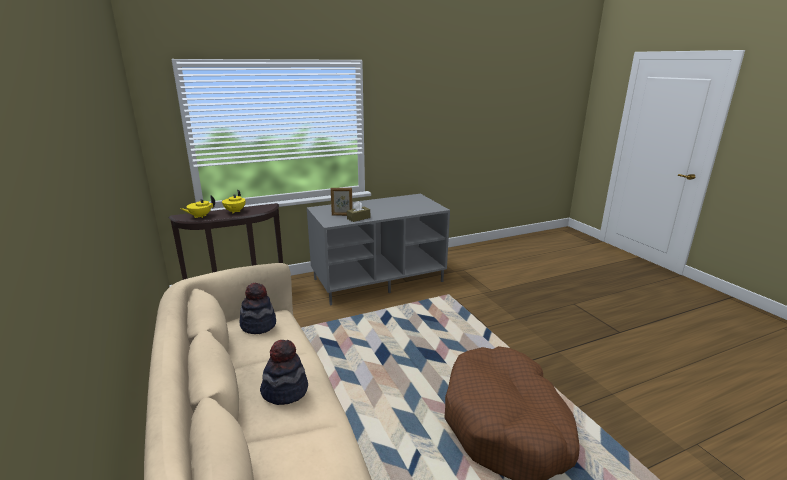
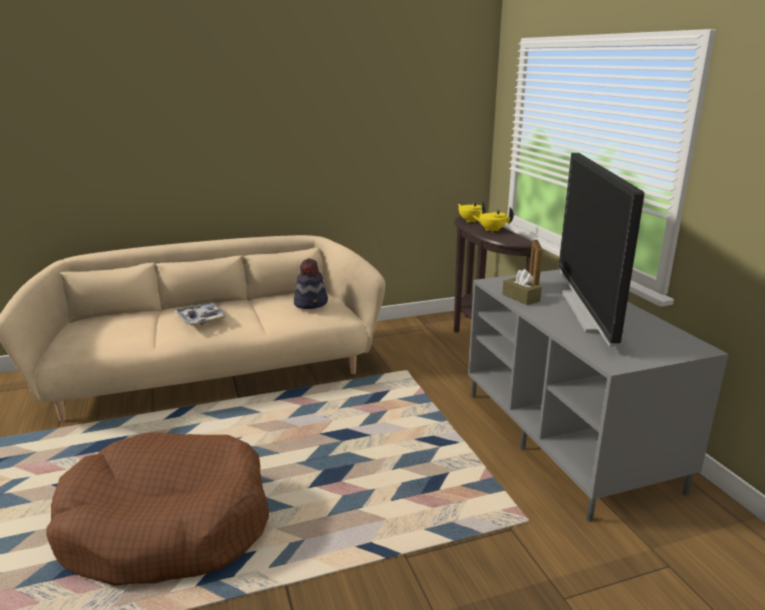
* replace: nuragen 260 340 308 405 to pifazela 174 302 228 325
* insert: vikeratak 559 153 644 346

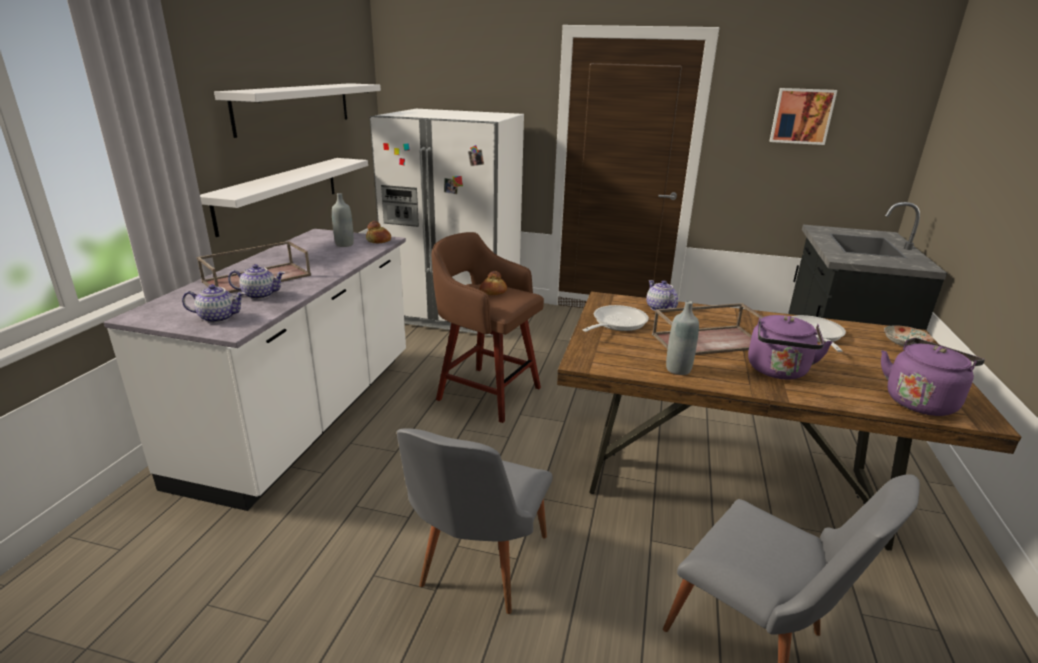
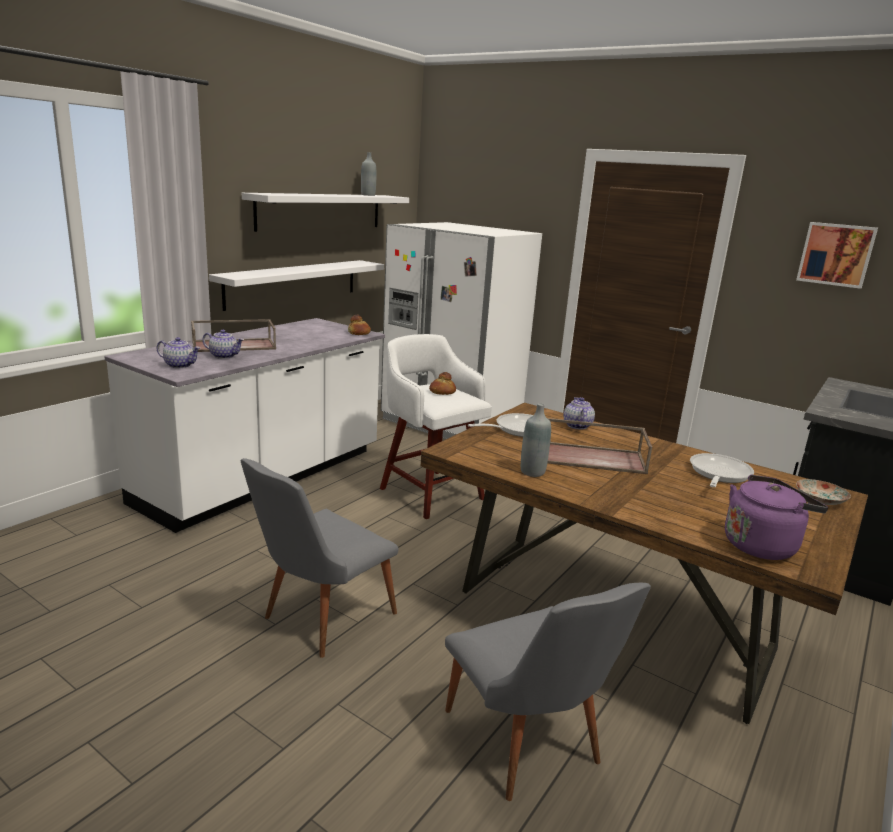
* move: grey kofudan 332 193 354 247 to 361 152 376 196
* recolor: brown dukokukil 432 232 544 423 to white dukokukil 380 334 492 519
* delete: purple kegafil 748 315 833 380

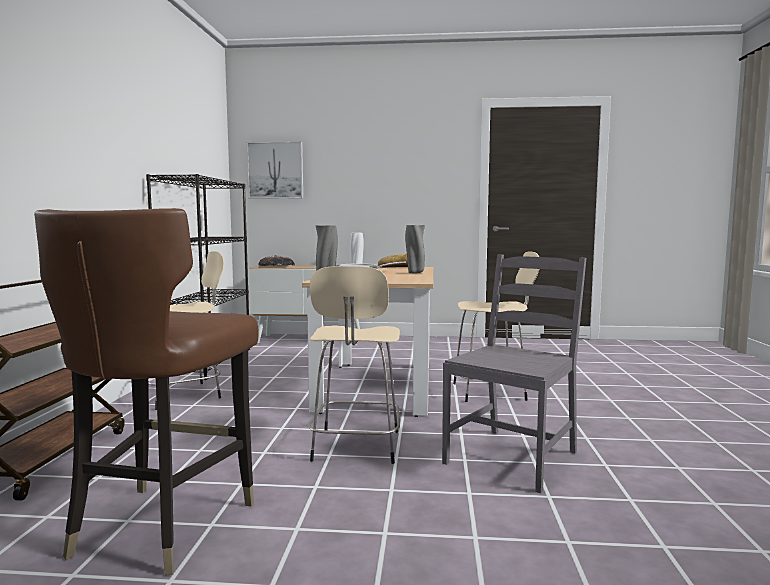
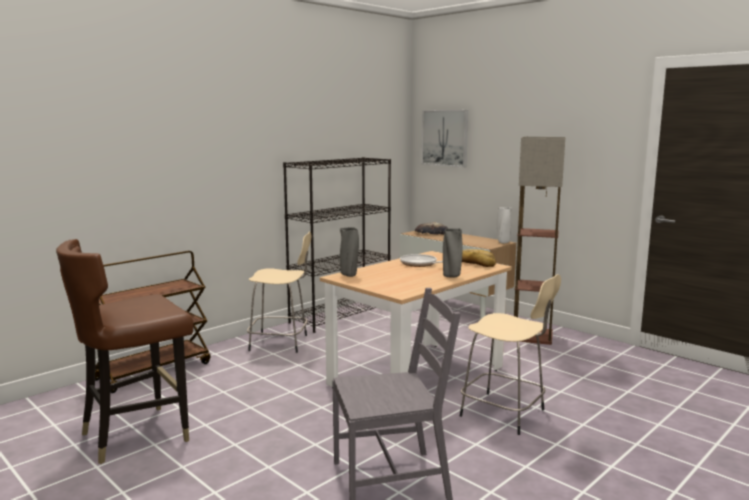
* delete: beige dukokukil 308 266 400 464
* insert: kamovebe 514 137 565 345

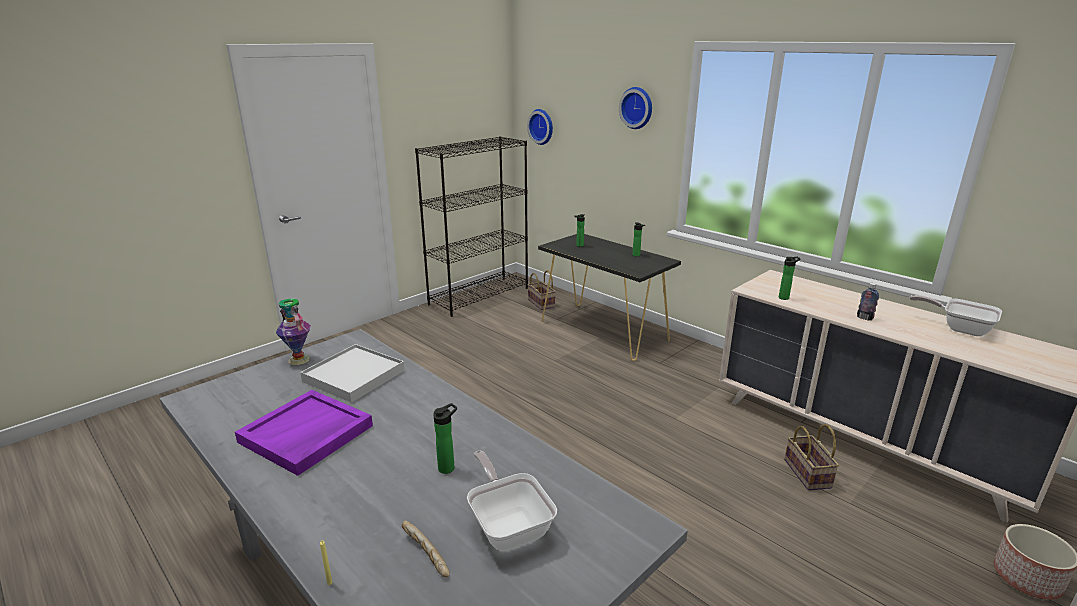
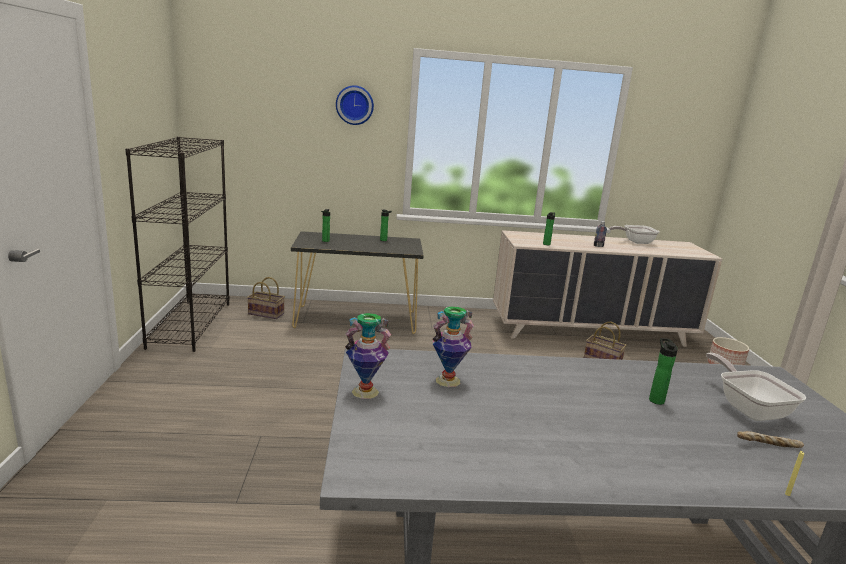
* delete: purple pifazela 235 390 373 476
* replace: white pifazela 300 344 405 403 to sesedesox 433 306 474 387
* rotate: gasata 467 451 557 551 = 706 353 806 421 60 degrees clockwise
* delete: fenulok 527 109 553 145

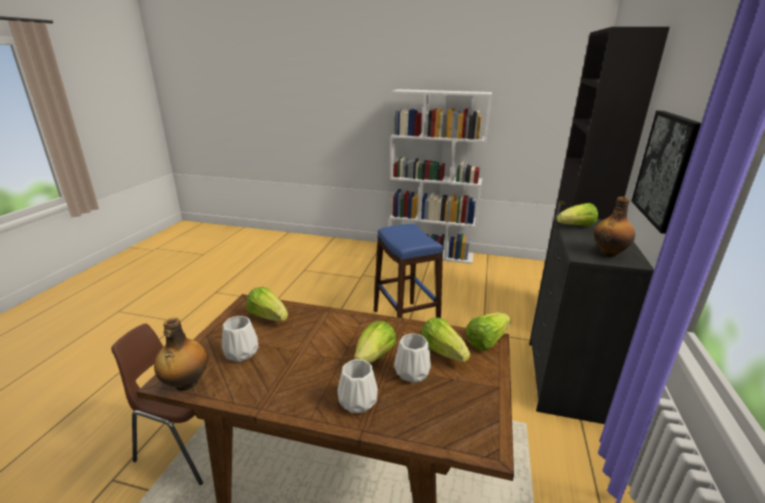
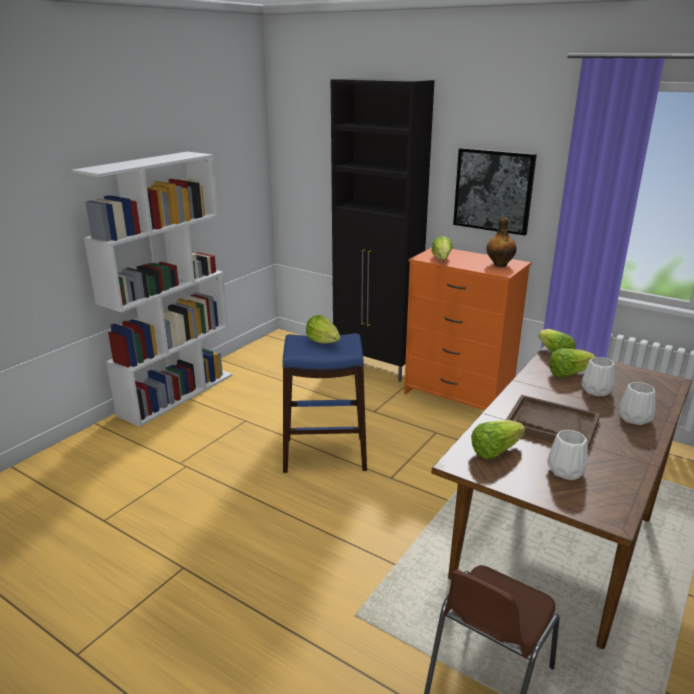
* delete: kofudan 154 318 208 391
* move: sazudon 354 321 396 363 to 306 315 341 344
* recolor: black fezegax 529 215 654 424 to orange fezegax 404 248 531 410
* insert: brown pifazela 506 395 600 449

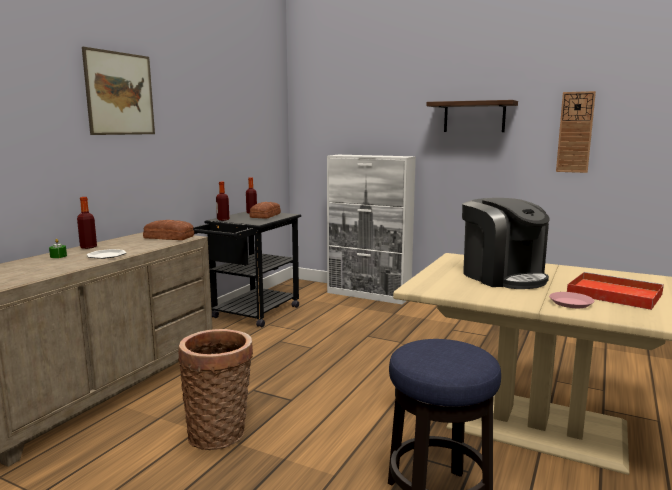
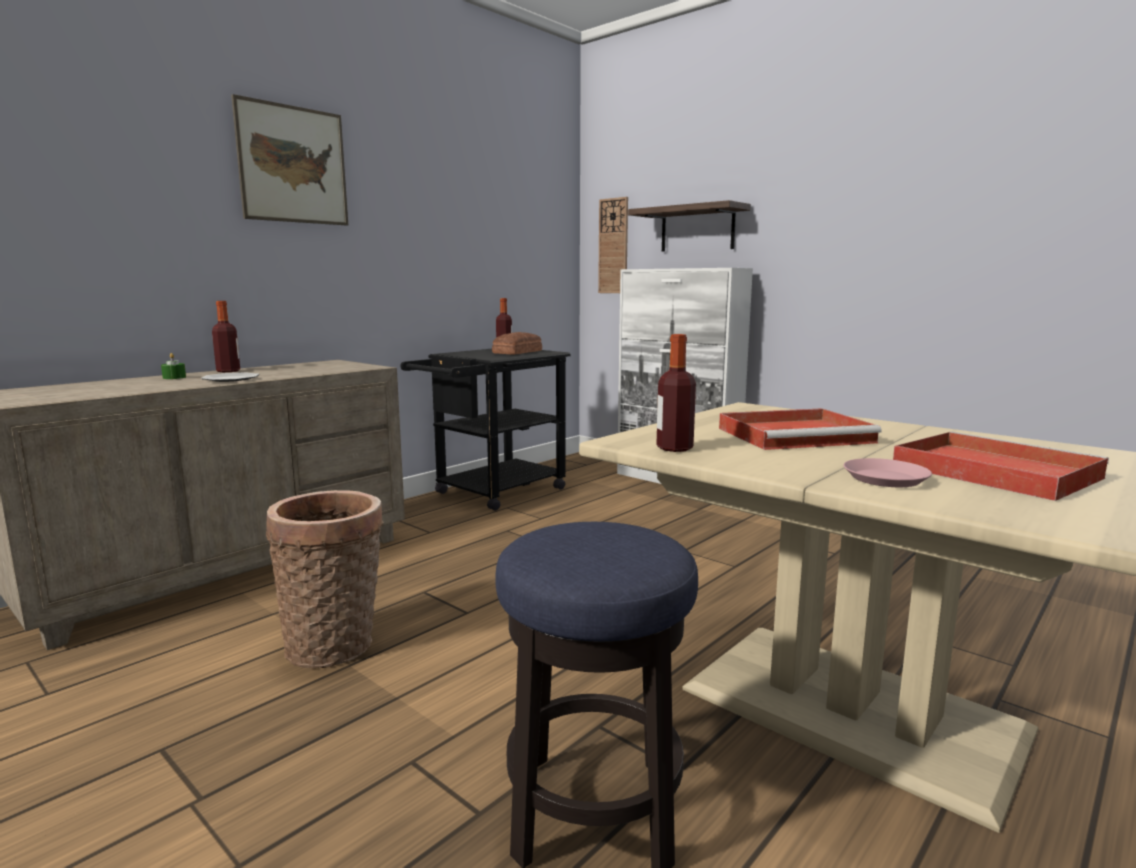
* delete: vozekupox 143 220 194 240
* move: kofudan 216 182 229 221 to 656 334 696 452
* move: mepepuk 426 100 518 132 to 628 200 751 252
* replace: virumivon 462 198 550 289 to red pifazela 719 408 882 450
* move: fenulok 556 91 596 173 to 598 197 628 293

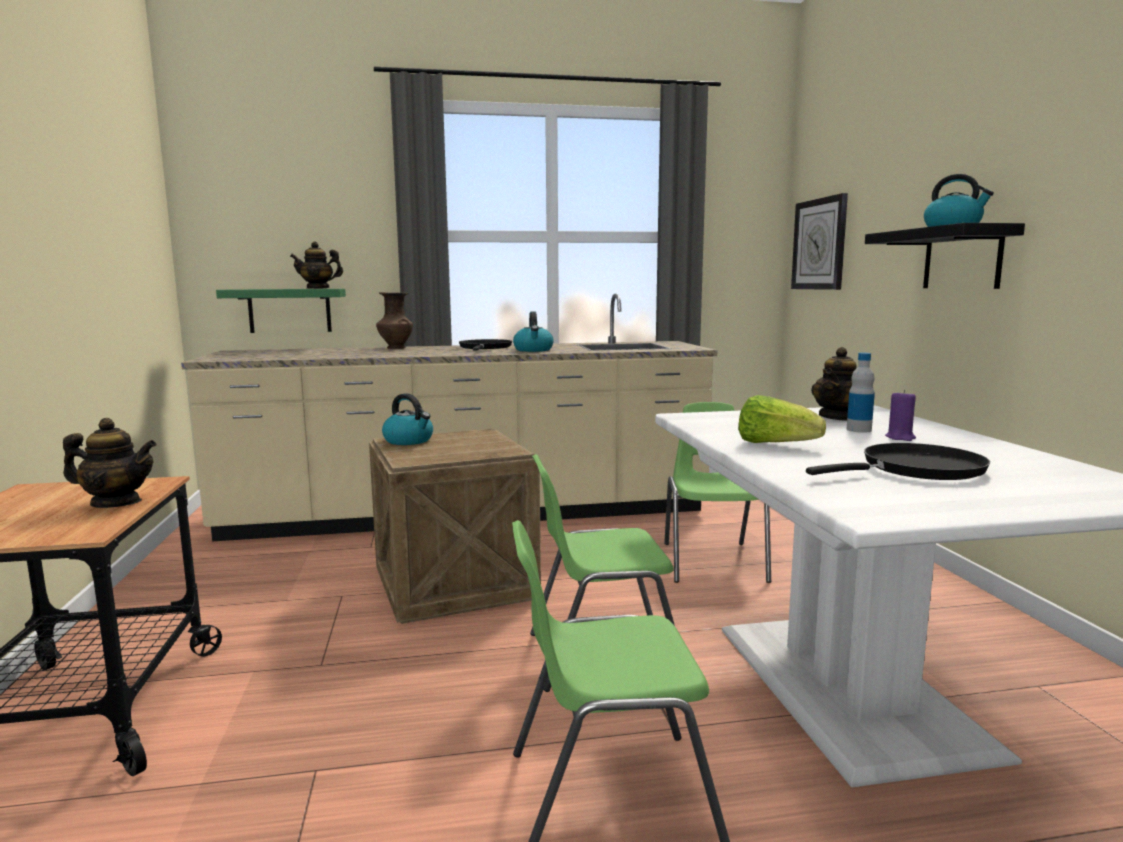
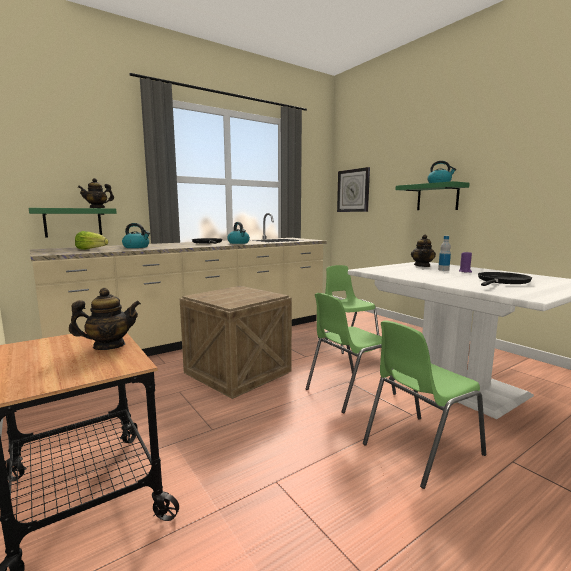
* delete: brown sesedesox 376 292 413 349
* move: kegafil 382 393 433 445 to 122 223 150 248
* move: sazudon 738 395 826 443 to 75 231 108 250
* recolor: black mepepuk 865 223 1025 289 to green mepepuk 396 181 470 210

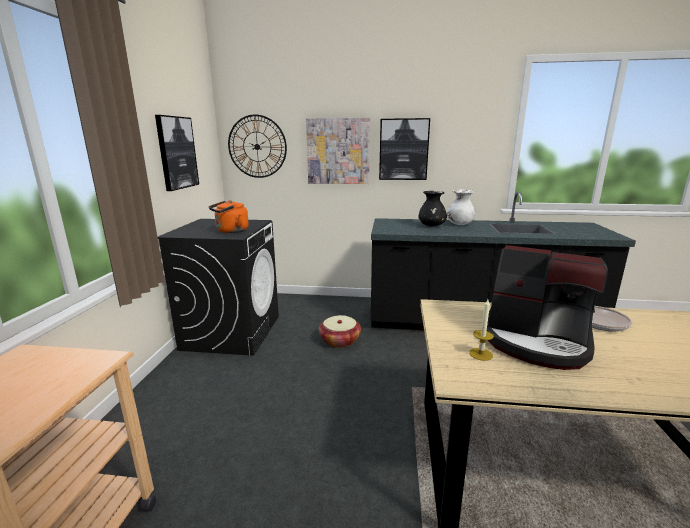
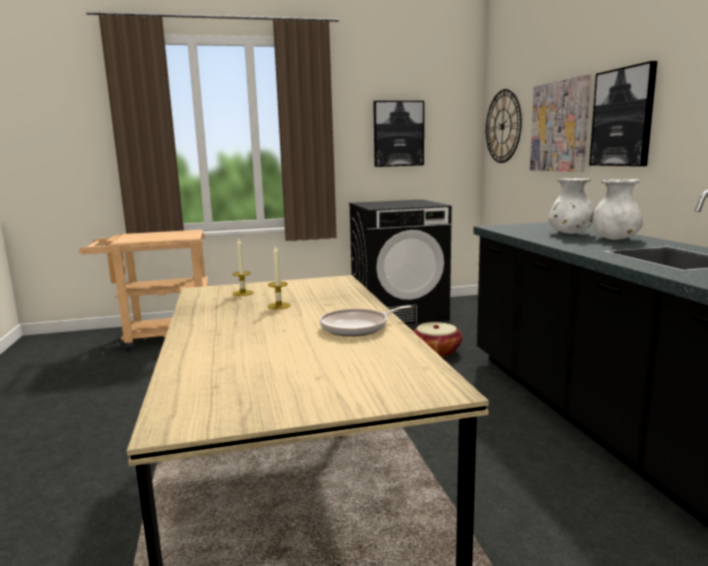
* delete: orange kegafil 209 200 249 233
* recolor: black sesedesox 418 191 447 226 to white sesedesox 548 178 594 234
* replace: virumivon 487 245 608 370 to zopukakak 268 245 291 309

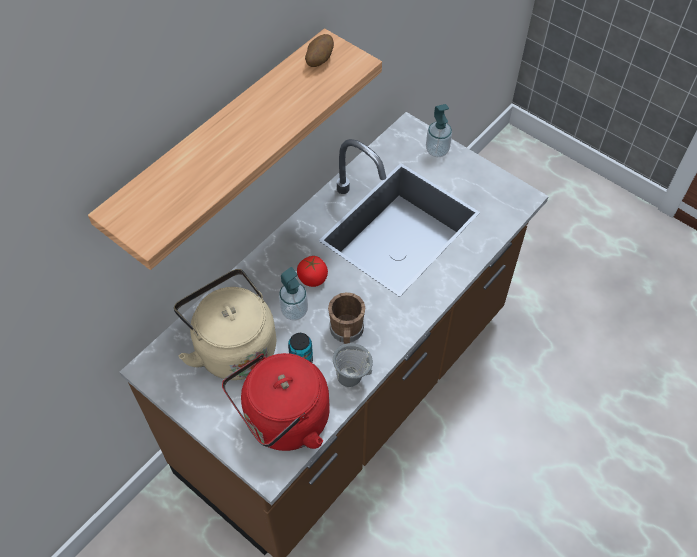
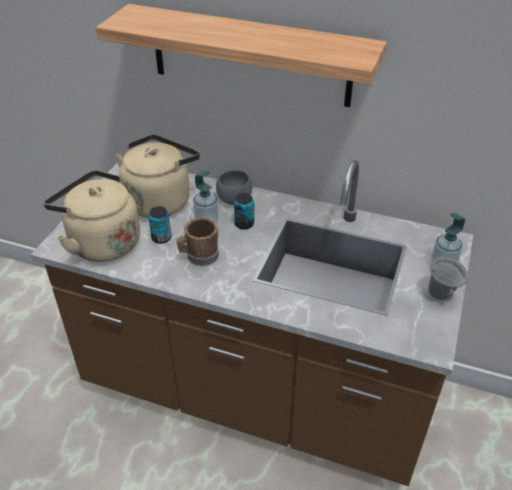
* recolor: red kegafil 222 353 330 451 to beige kegafil 44 170 140 262
* replace: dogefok 297 256 328 287 to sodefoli 234 193 254 230
* delete: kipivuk 305 34 334 67
* move: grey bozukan 333 343 373 387 to 429 257 468 300
* insert: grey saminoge 216 170 252 205

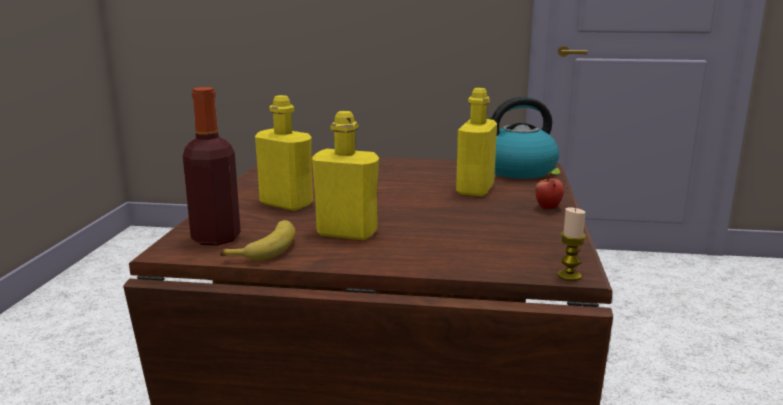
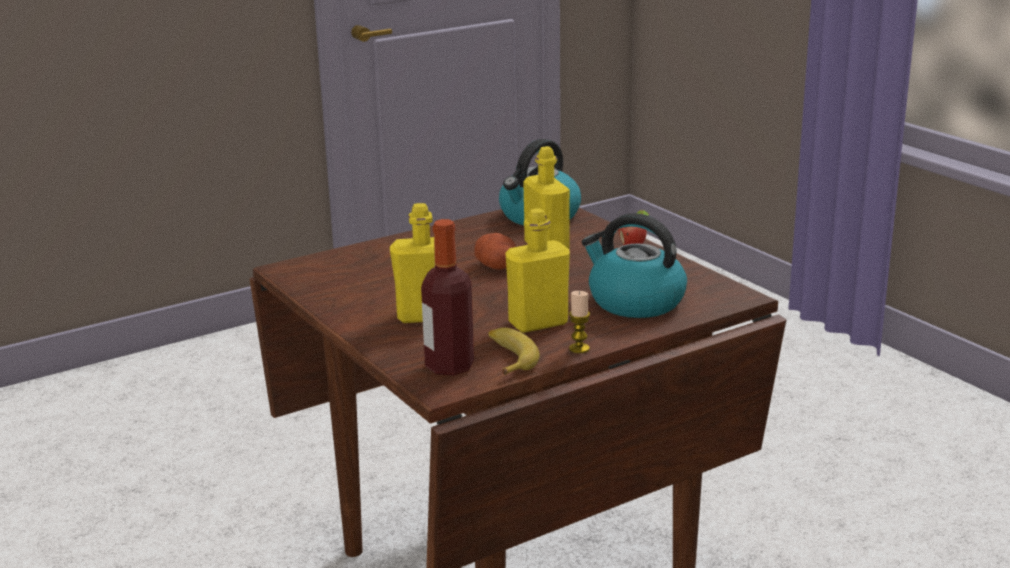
* move: zopukakak 558 207 586 281 to 569 291 590 353
* insert: kipivuk 474 233 516 270
* insert: kegafil 582 213 687 318

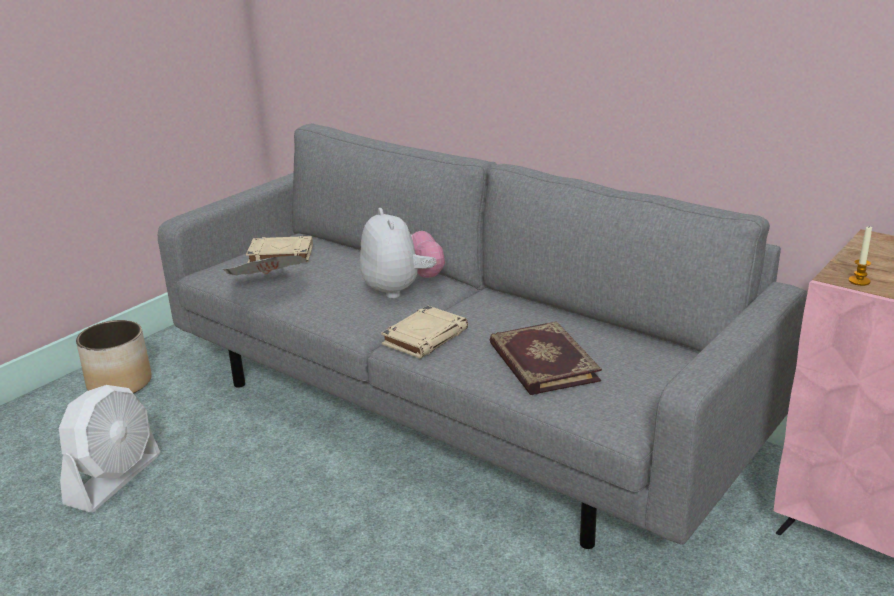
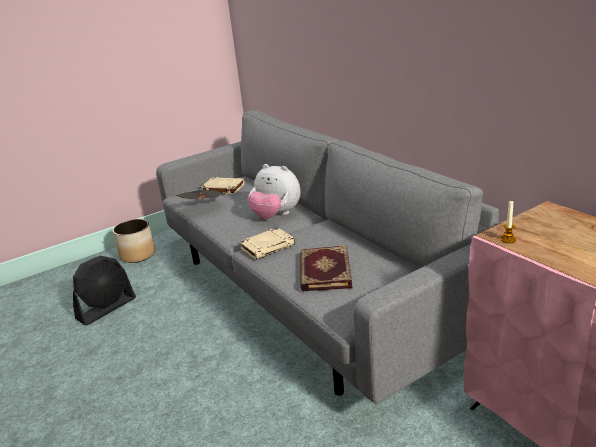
* recolor: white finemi 59 385 160 513 to black finemi 73 256 136 325
* rotate: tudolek 360 208 445 298 = 247 164 301 219 120 degrees clockwise

